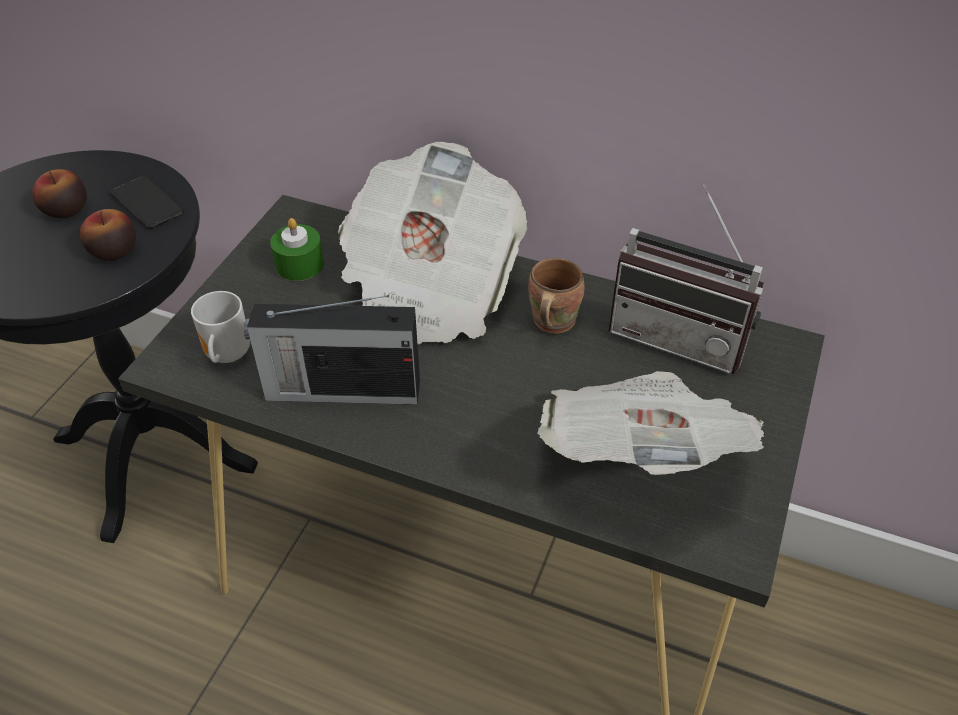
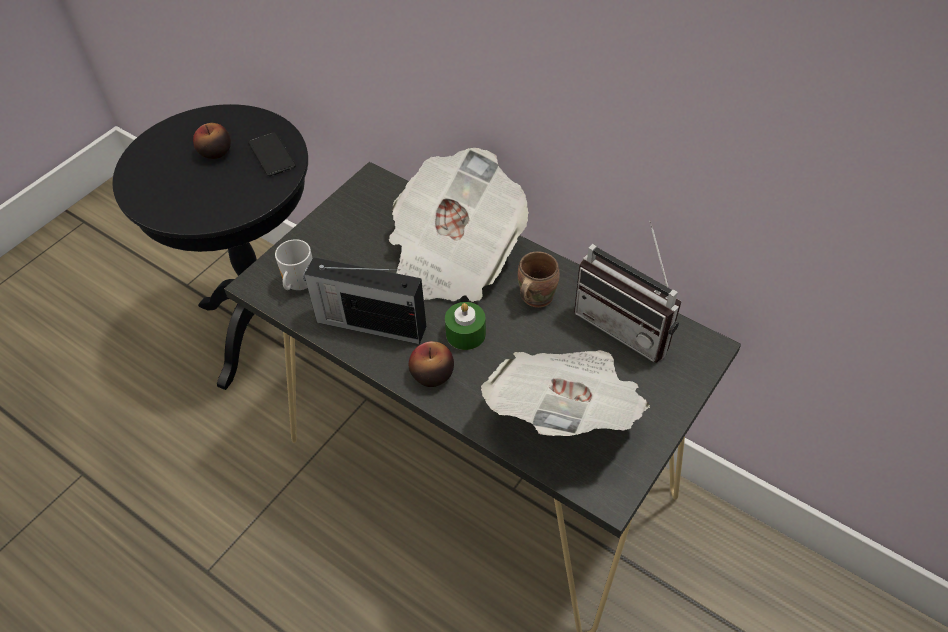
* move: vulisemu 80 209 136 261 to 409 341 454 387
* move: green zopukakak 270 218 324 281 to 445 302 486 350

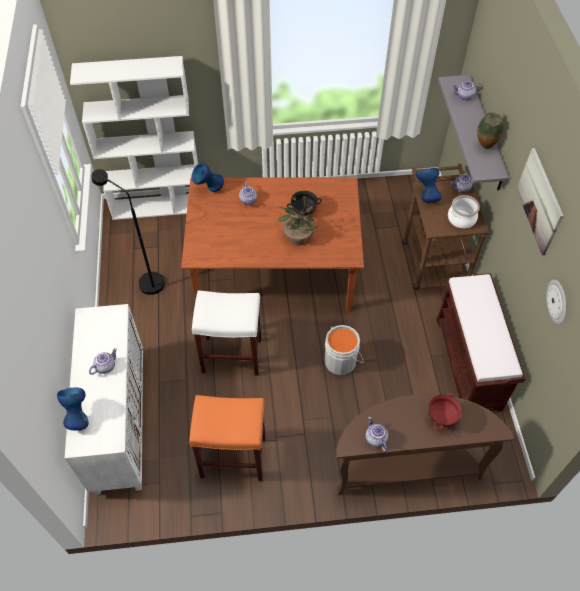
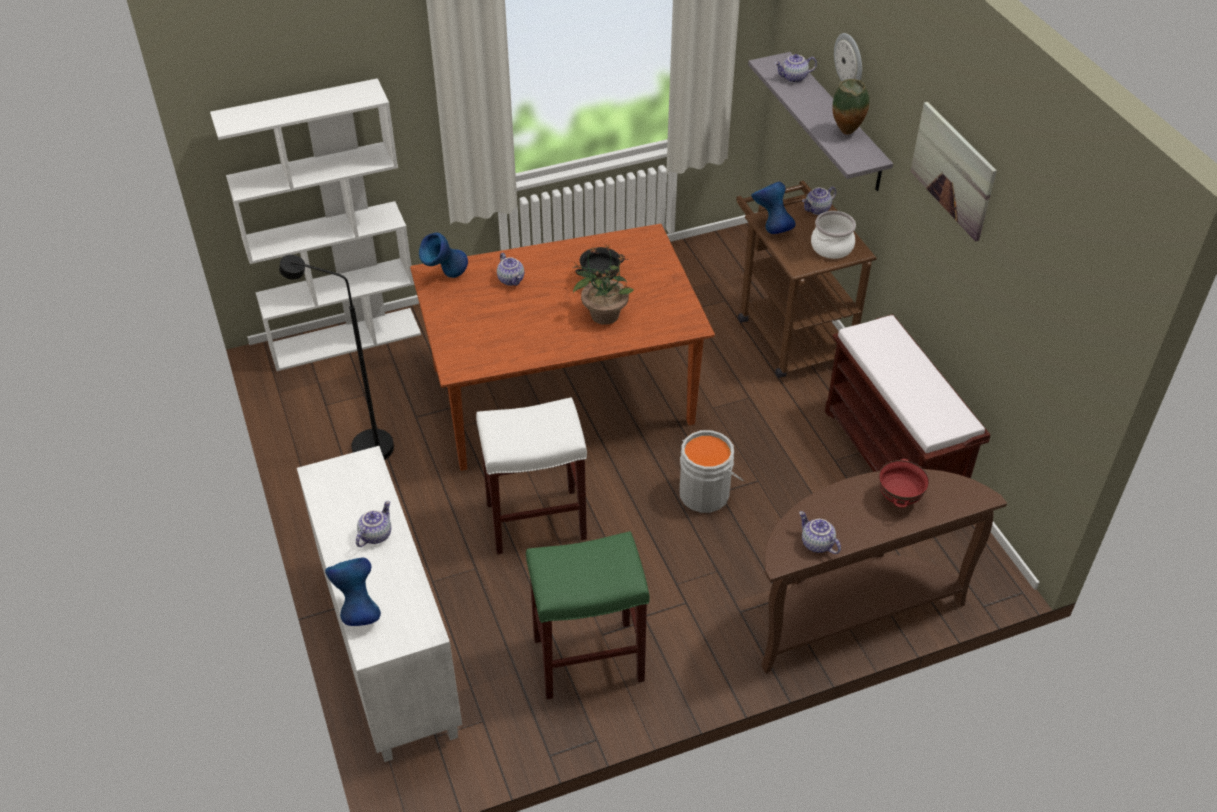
* recolor: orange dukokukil 189 395 266 481 to green dukokukil 526 531 650 699
* move: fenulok 547 280 567 324 to 834 33 862 82

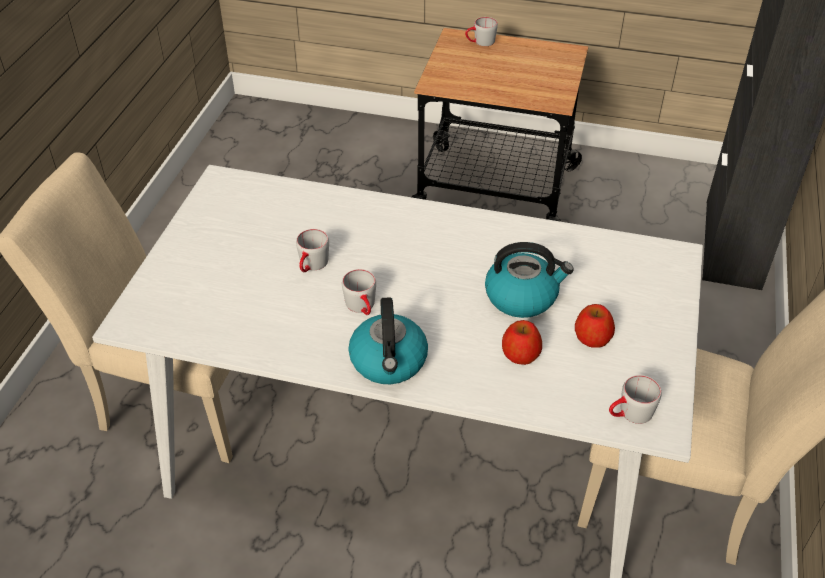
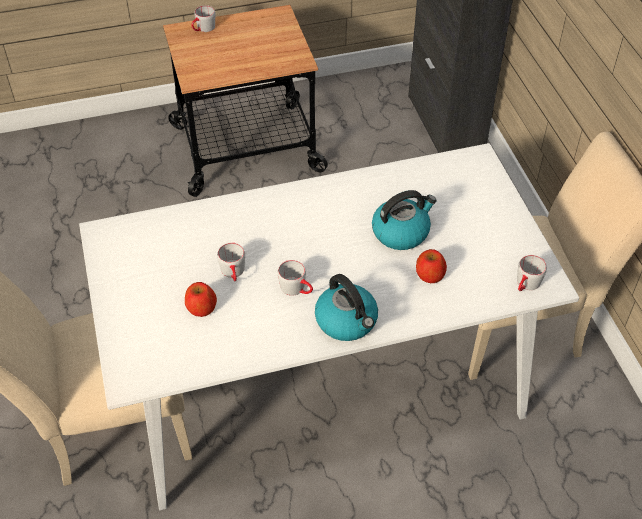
* move: vulisemu 575 304 615 348 to 185 282 217 317

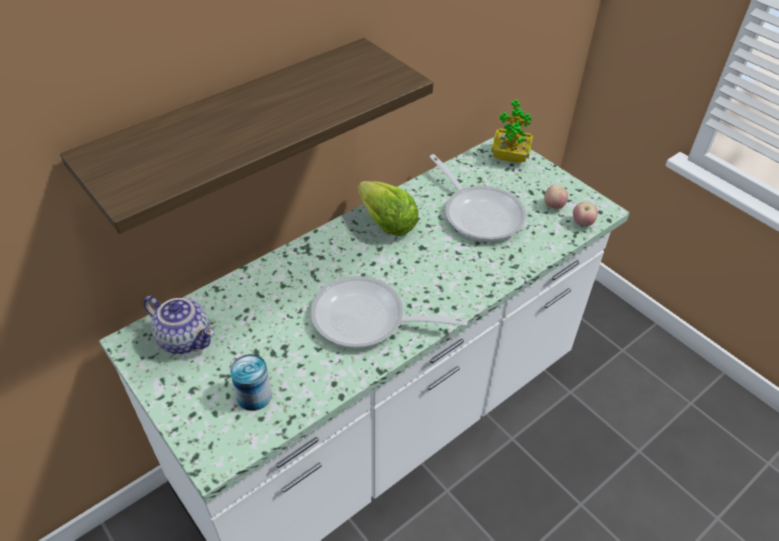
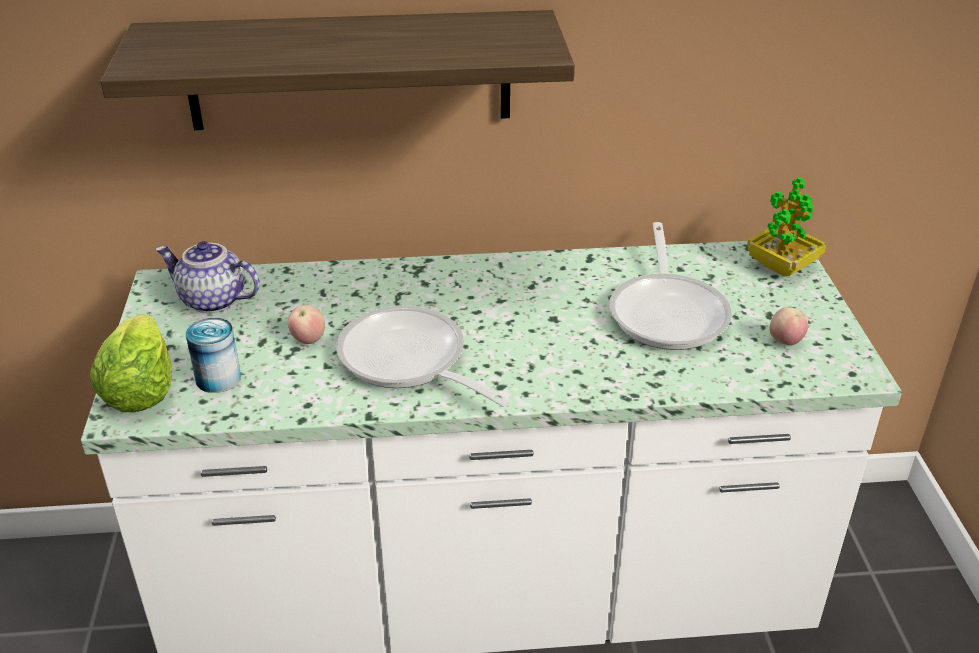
* rotate: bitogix 143 295 214 354 = 155 241 260 313 135 degrees clockwise
* move: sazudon 358 181 419 236 to 90 314 172 412
* move: vulisemu 573 202 598 226 to 288 305 325 344

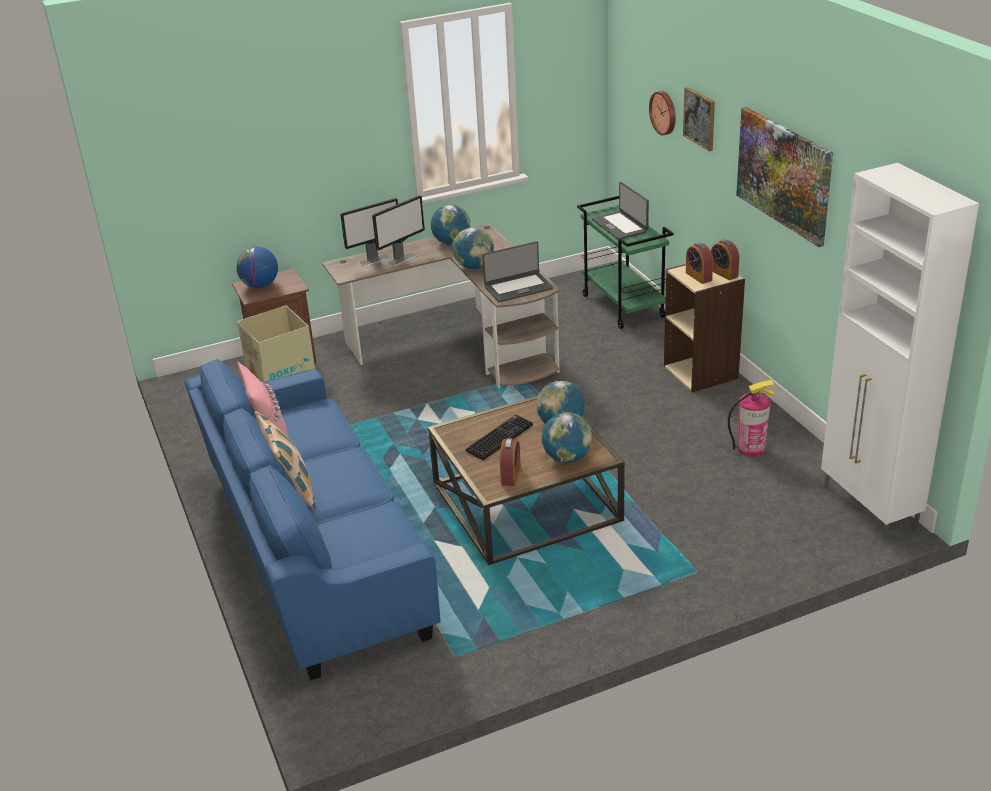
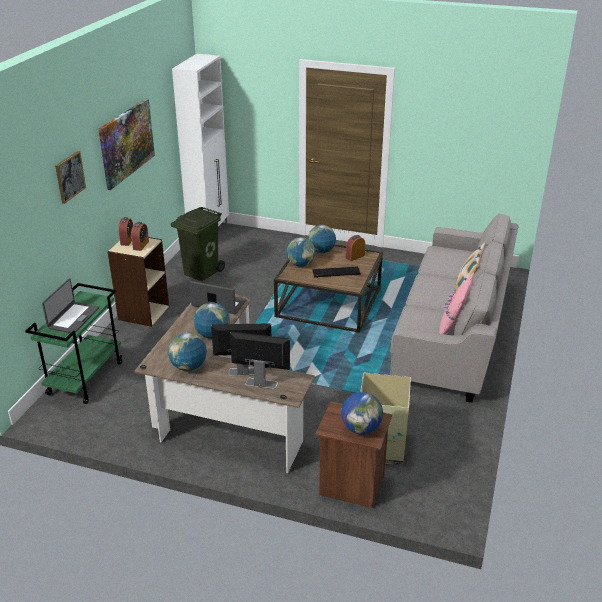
* recolor: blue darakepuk 185 359 441 680 to grey darakepuk 390 213 519 403
* delete: fenulok 649 91 676 135
* replace: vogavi 728 380 776 456 to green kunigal 171 207 225 281

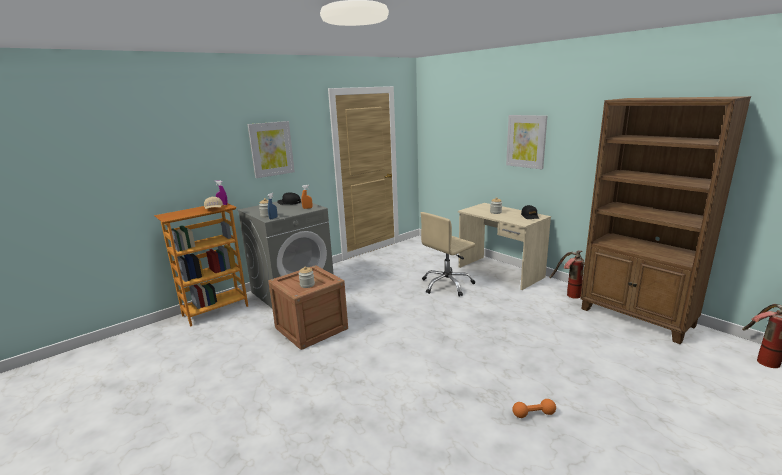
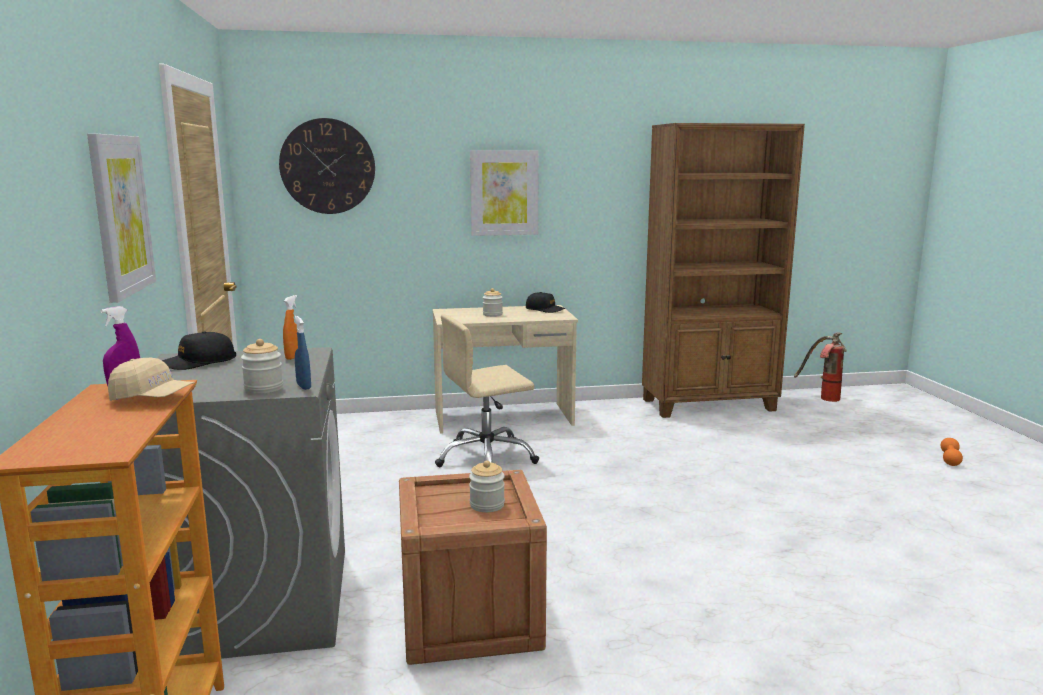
* rotate: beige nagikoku 420 212 475 297 = 435 314 539 467 75 degrees clockwise
* move: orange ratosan 512 399 556 418 to 941 438 963 466
* delete: vogavi 549 250 585 299
* insert: fenulok 279 118 375 214

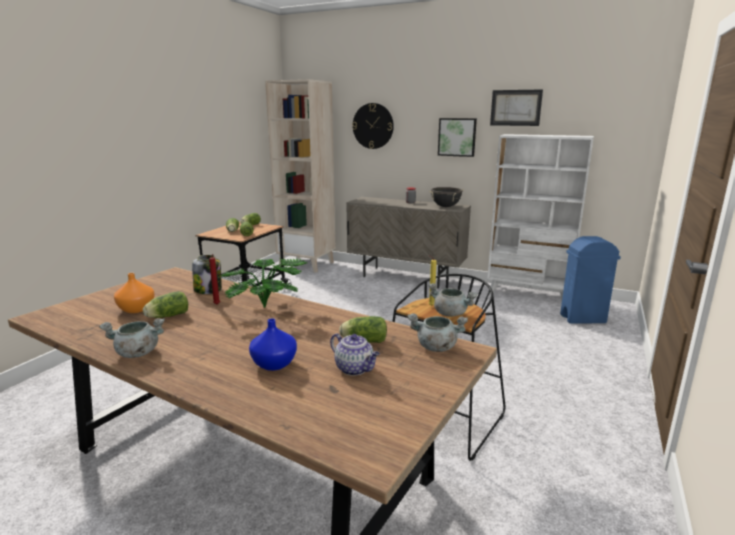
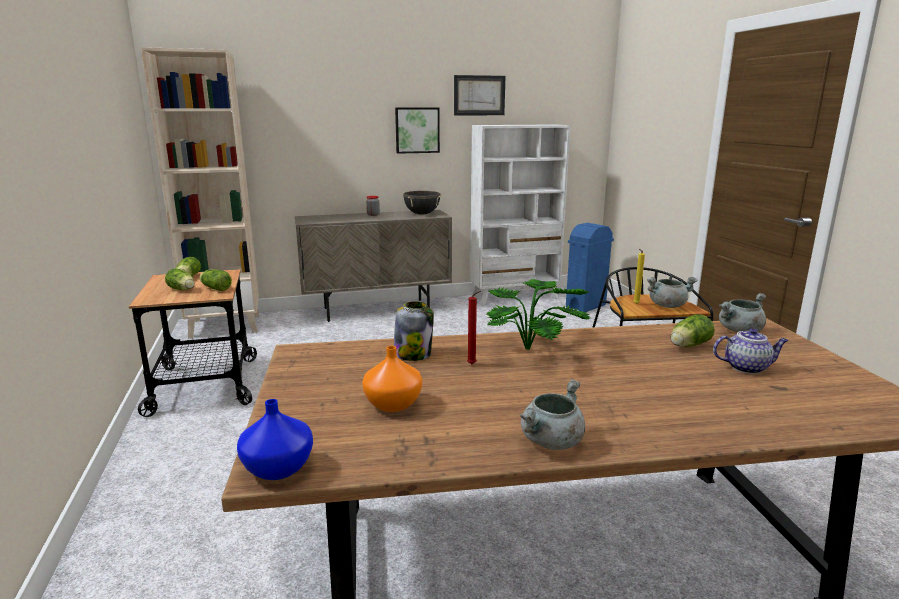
* delete: sazudon 143 291 188 318
* move: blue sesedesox 249 319 297 371 to 237 399 313 480
* delete: fenulok 352 103 394 149

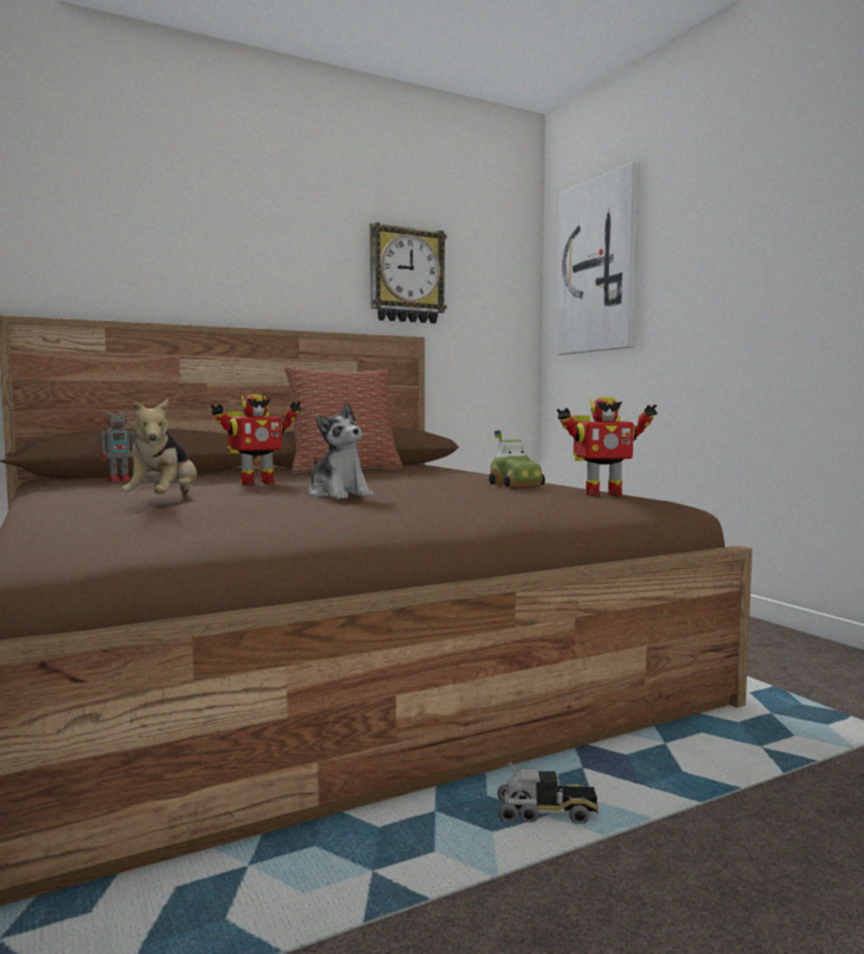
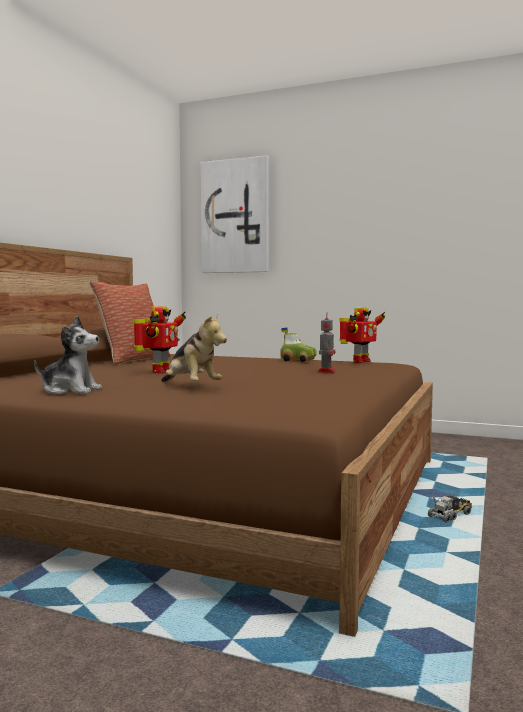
* move: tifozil 100 403 135 482 to 317 318 336 373
* move: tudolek 309 403 373 499 to 34 316 102 394
* delete: fenulok 370 222 447 324

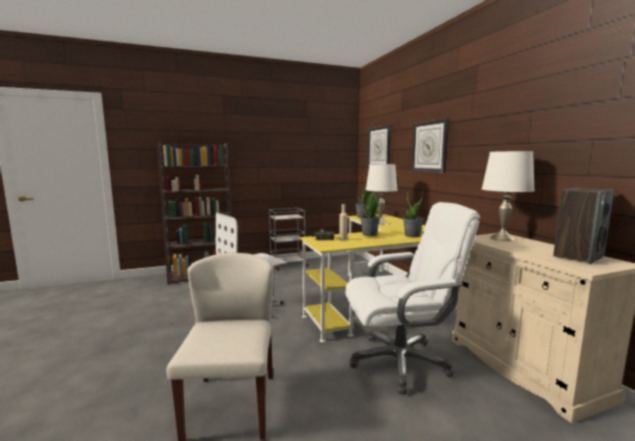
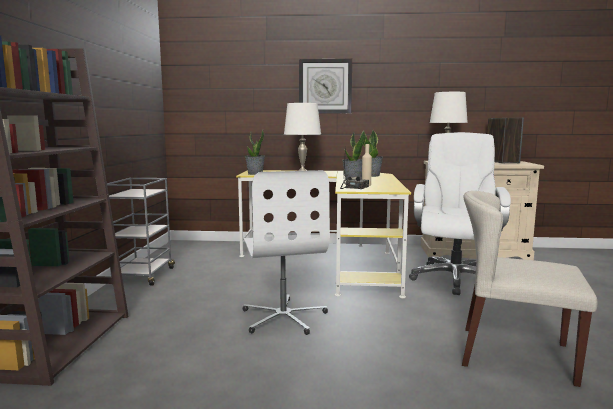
* delete: fenulok 368 125 391 167

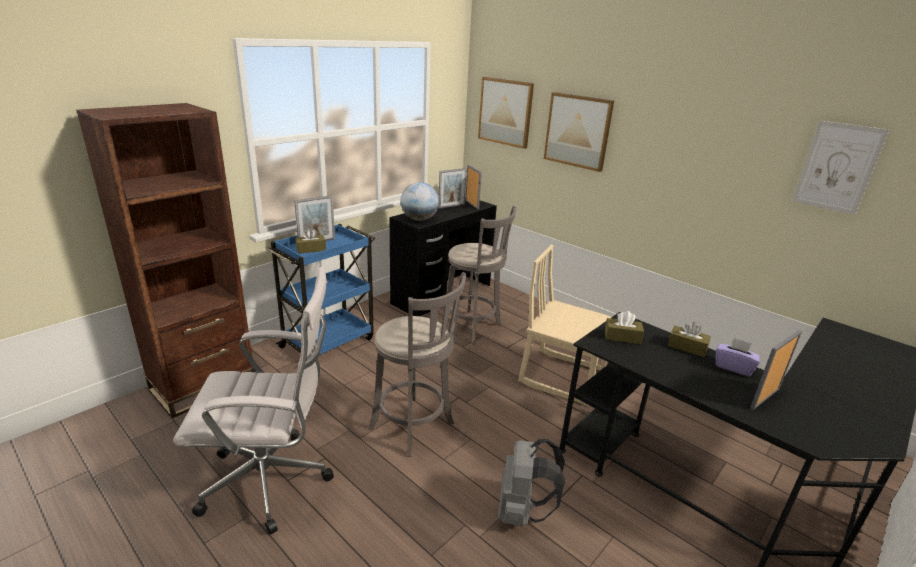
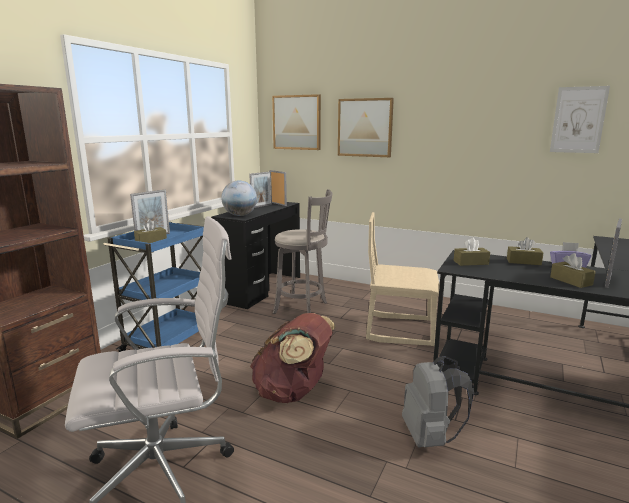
* replace: grey dukokukil 368 272 467 457 to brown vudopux 250 313 335 403
* insert: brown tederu 550 253 596 288

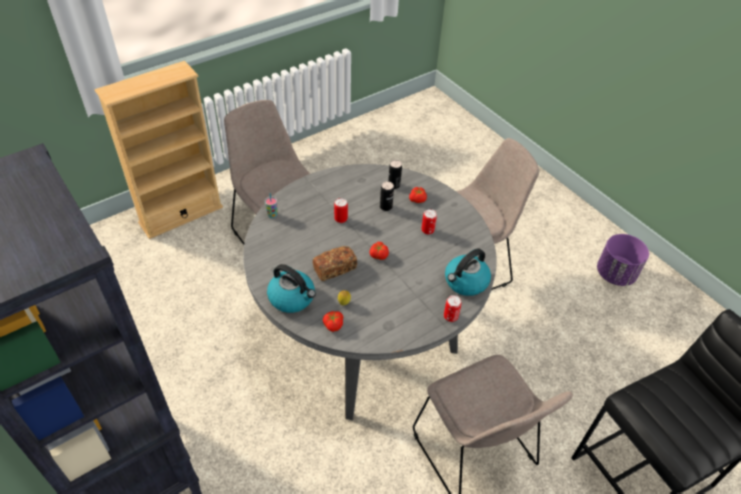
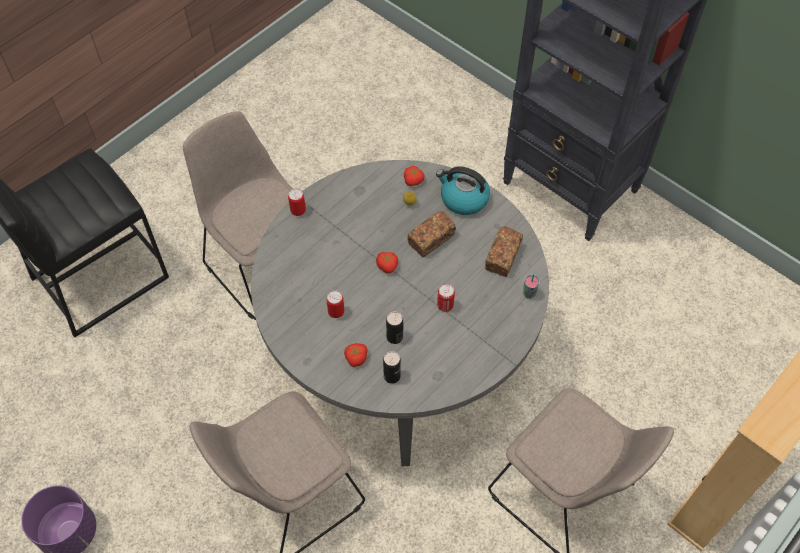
* delete: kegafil 445 249 491 296
* insert: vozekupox 485 226 523 277

